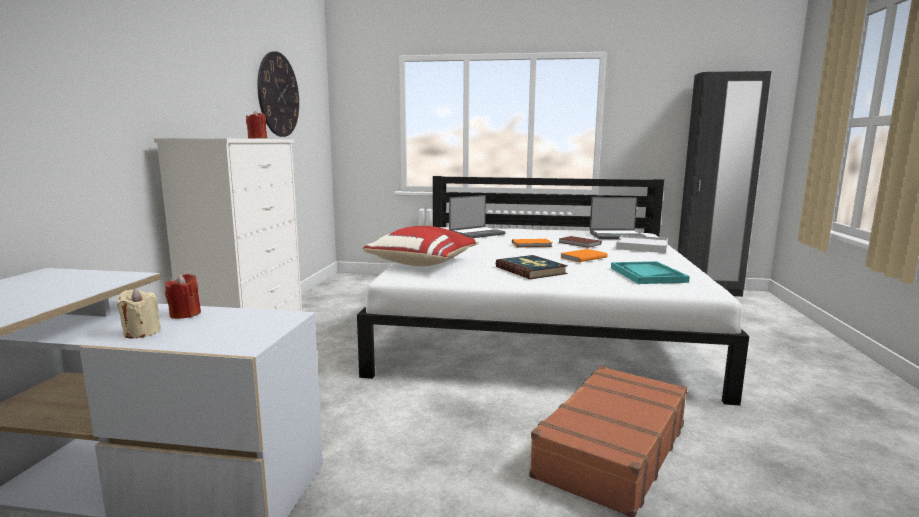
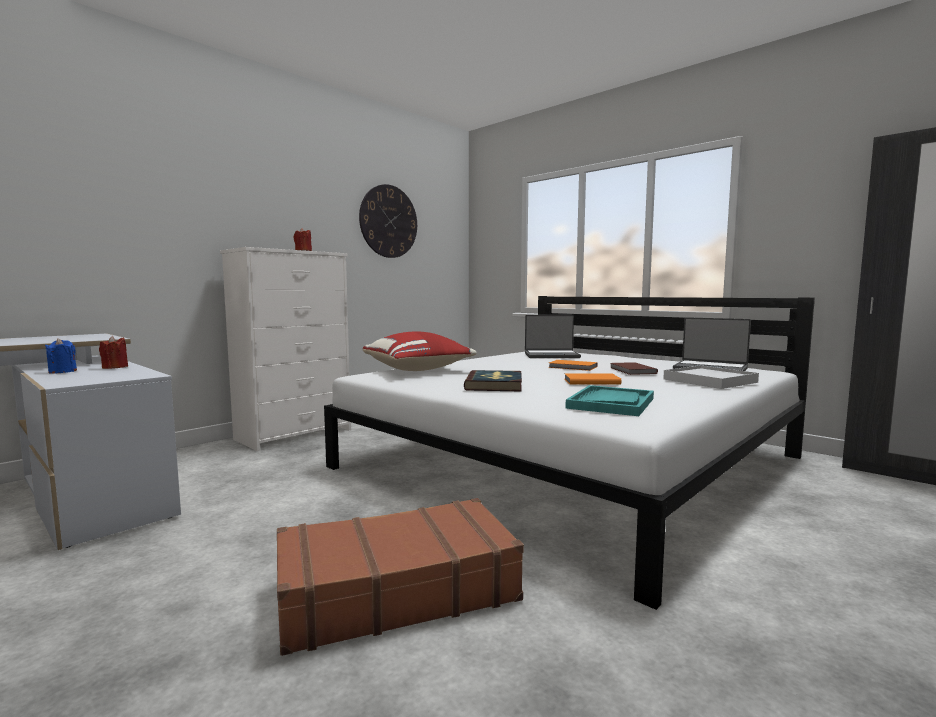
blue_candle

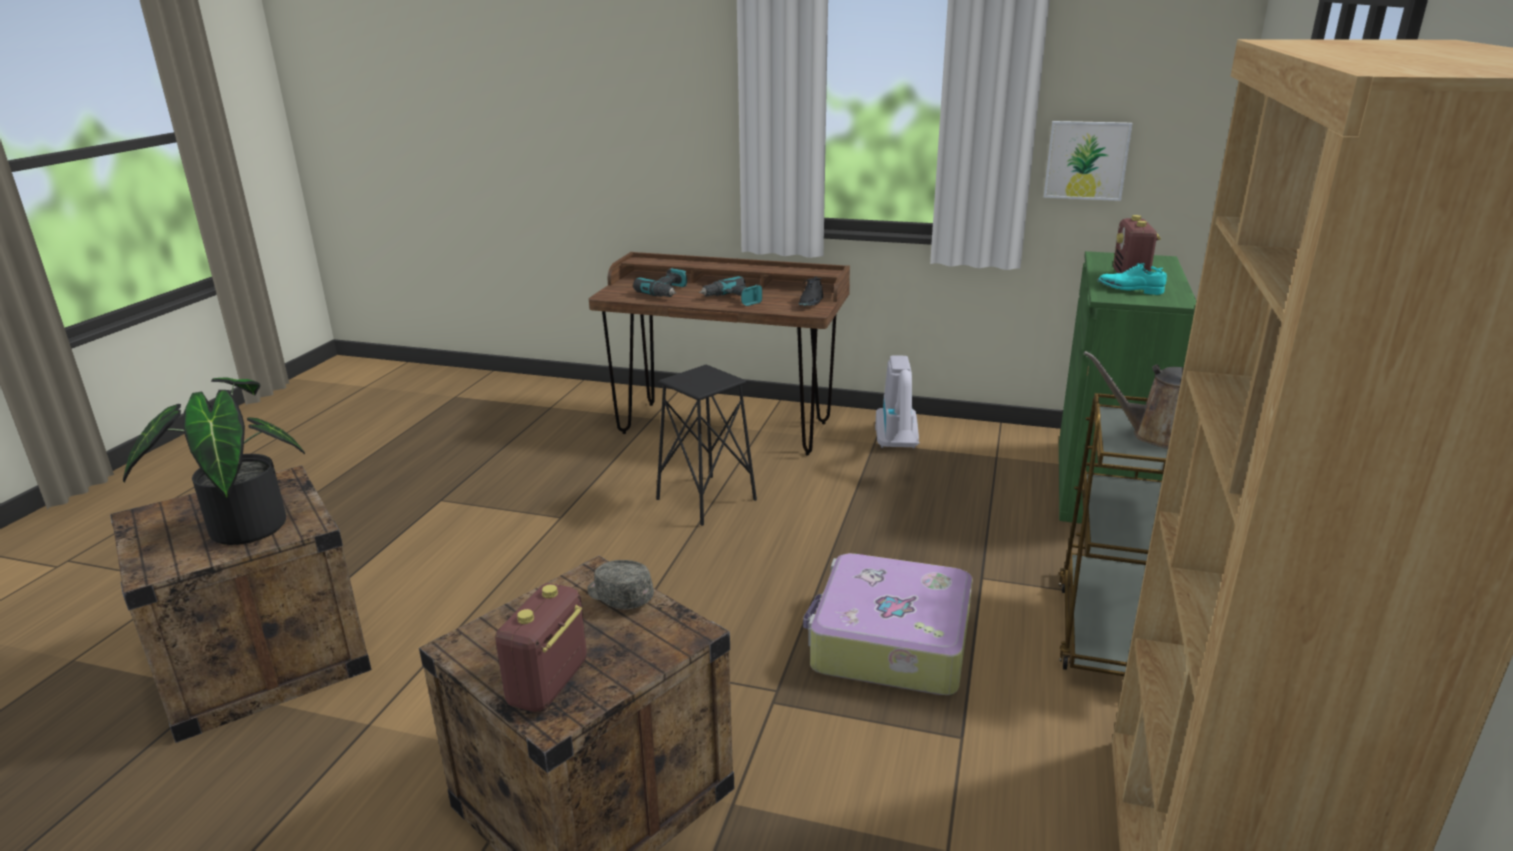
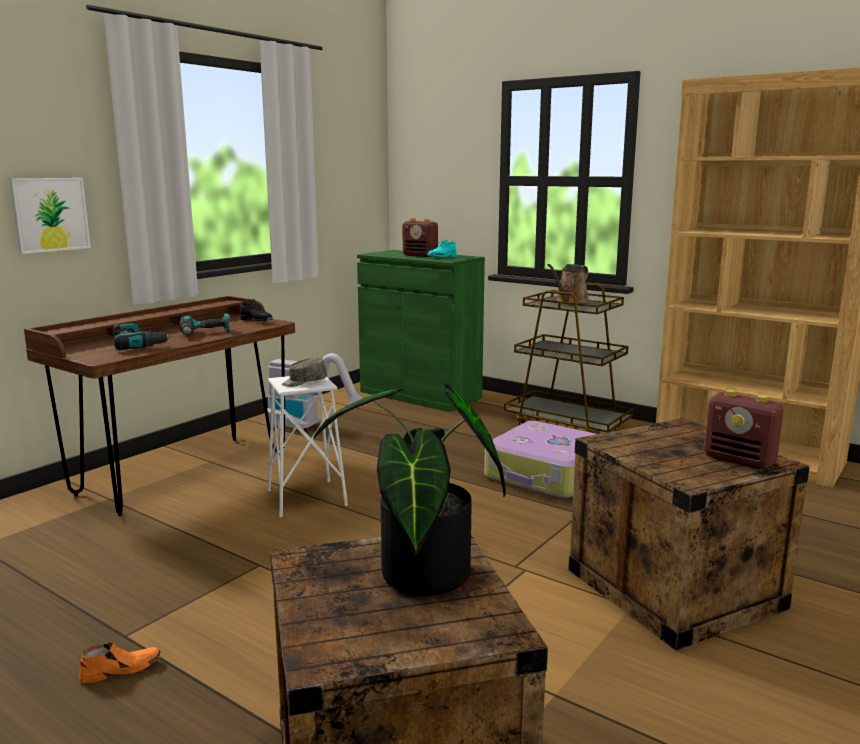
orange_shoe
grey_cap
picture
white_stool

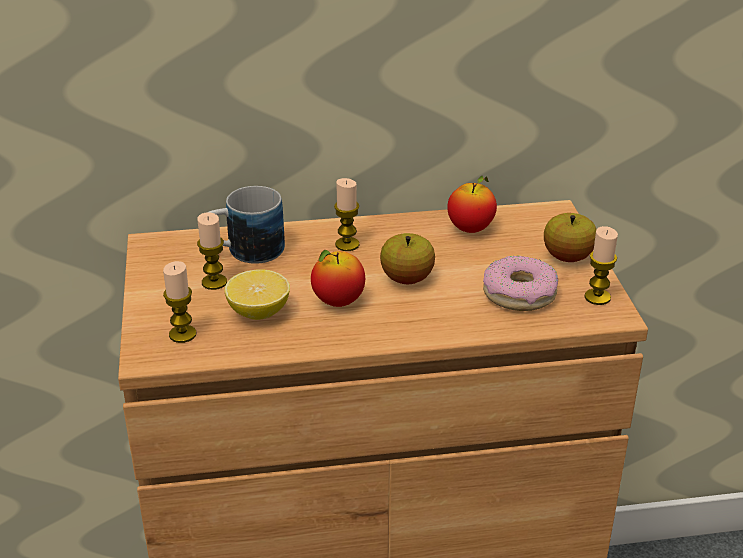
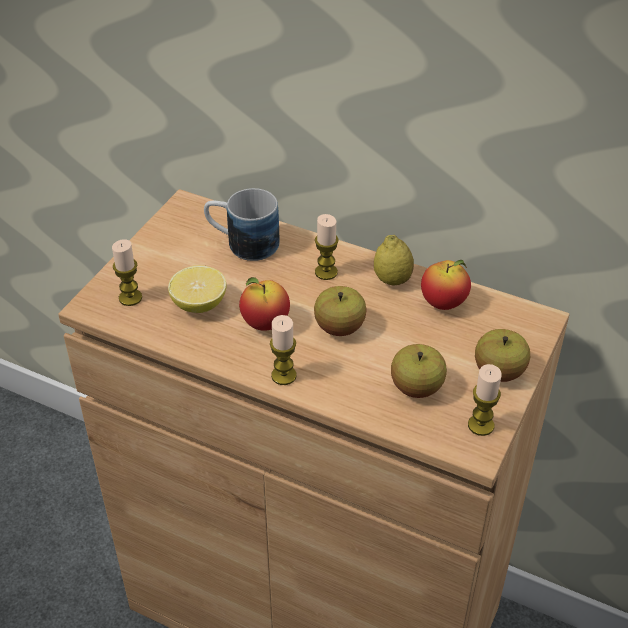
lemon (no. 2 from left)
candle (no. 2 from left)
apple (no. 3 from left)

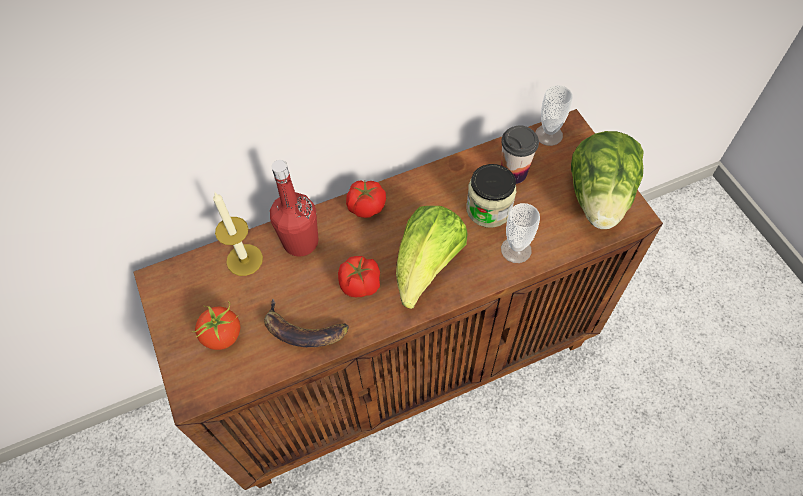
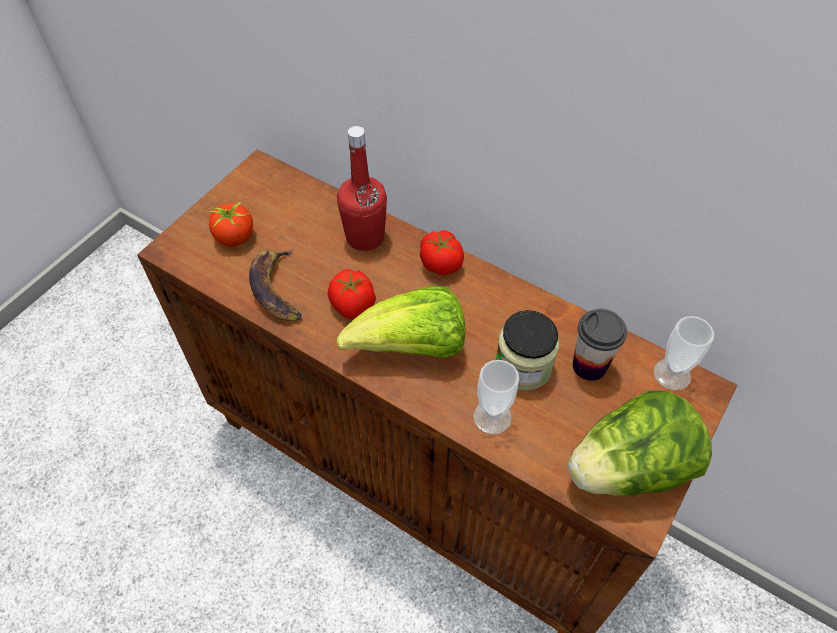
candle

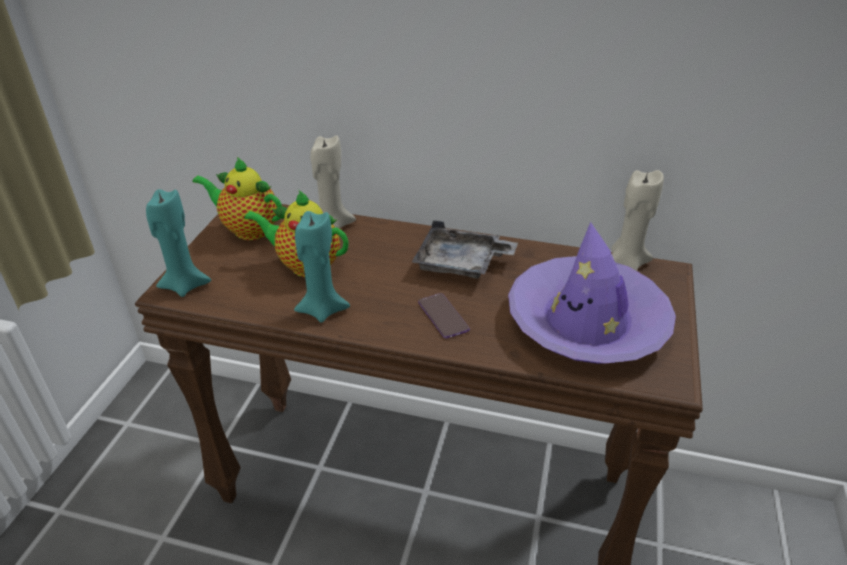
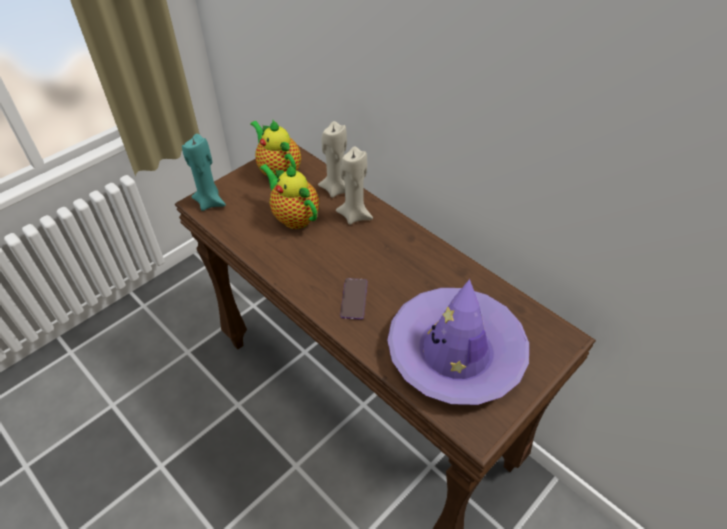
turquoise_candle (no. 2 from left in the first image)
grey_tray
beige_candle (no. 2 from left)

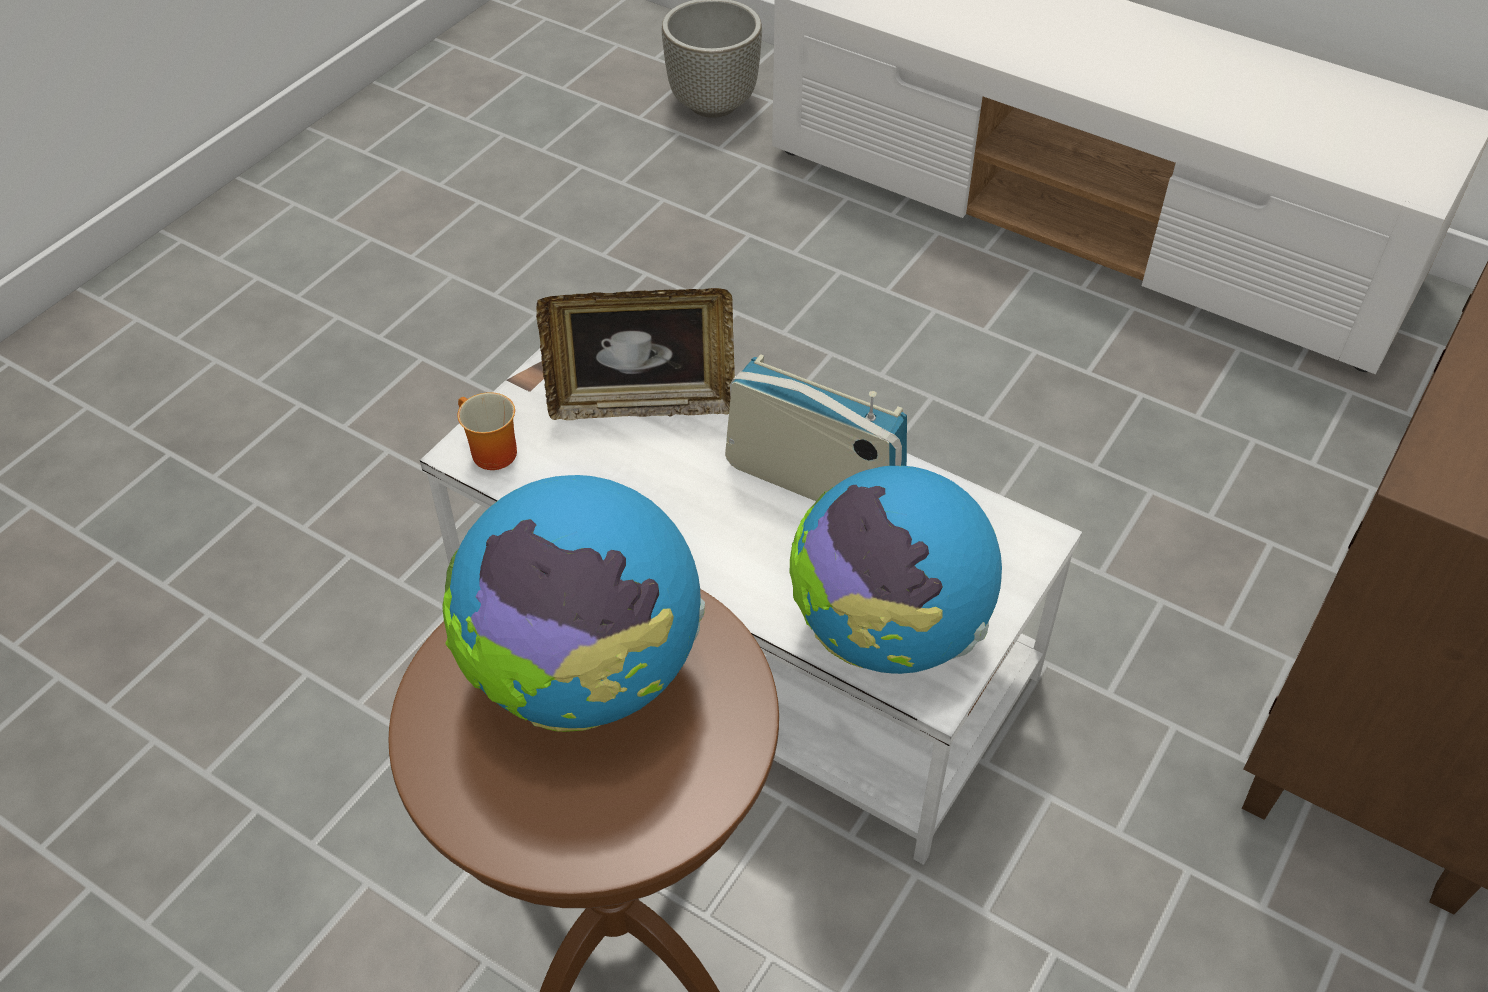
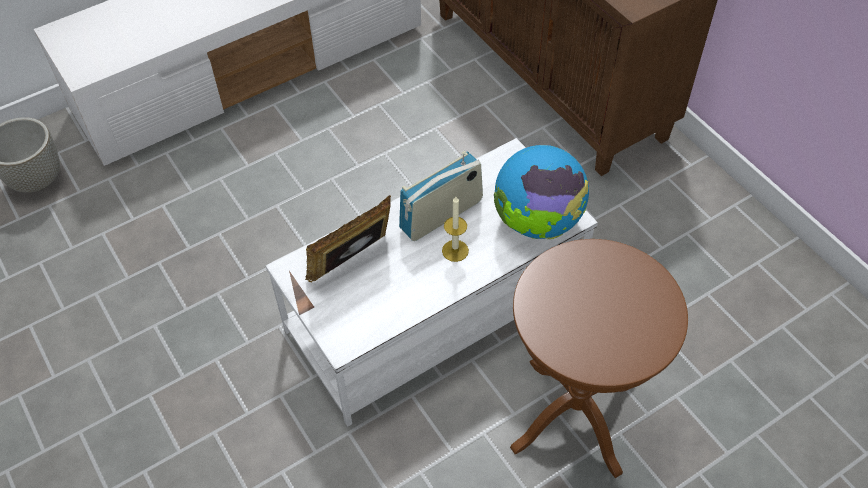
globe (no. 1 from left in the first image)
mug
candle
picture_frame

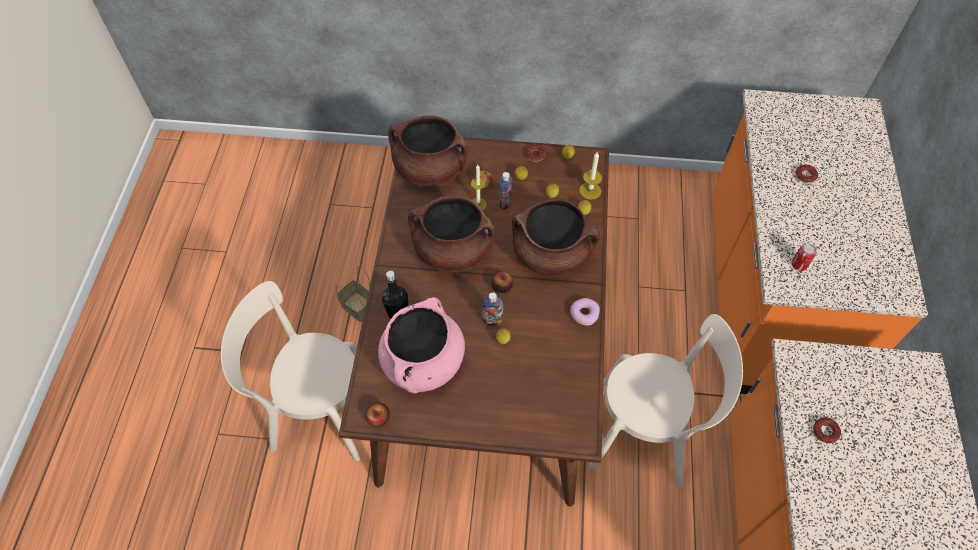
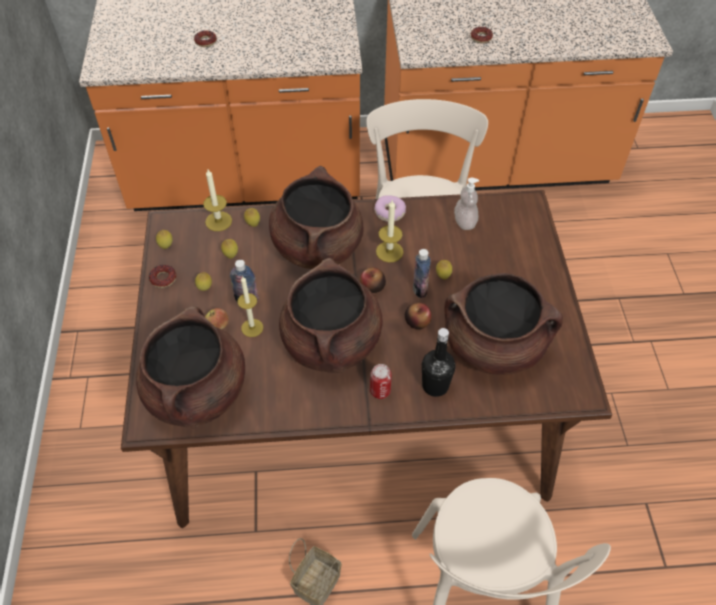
candle (no. 3 from left)
soap_dispenser
apple (no. 3 from left)
can
brown_cooking_pot (no. 4 from left)

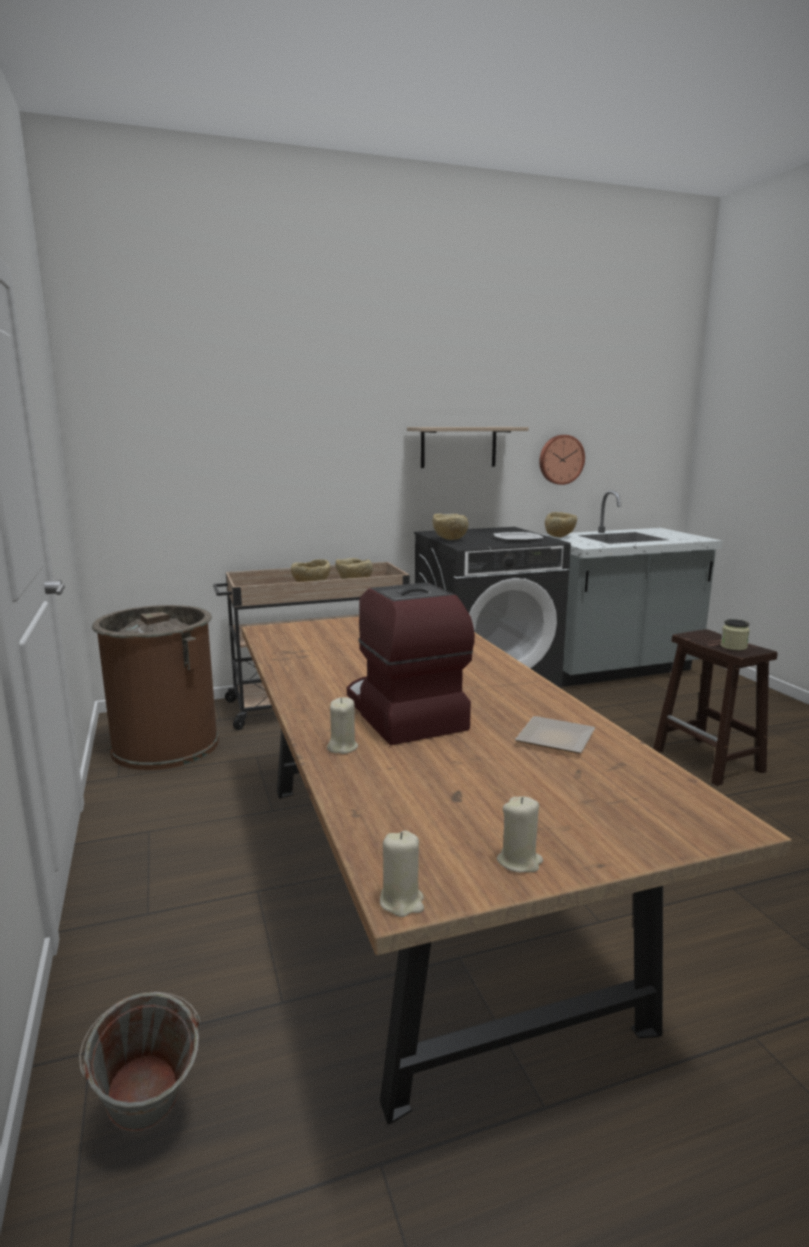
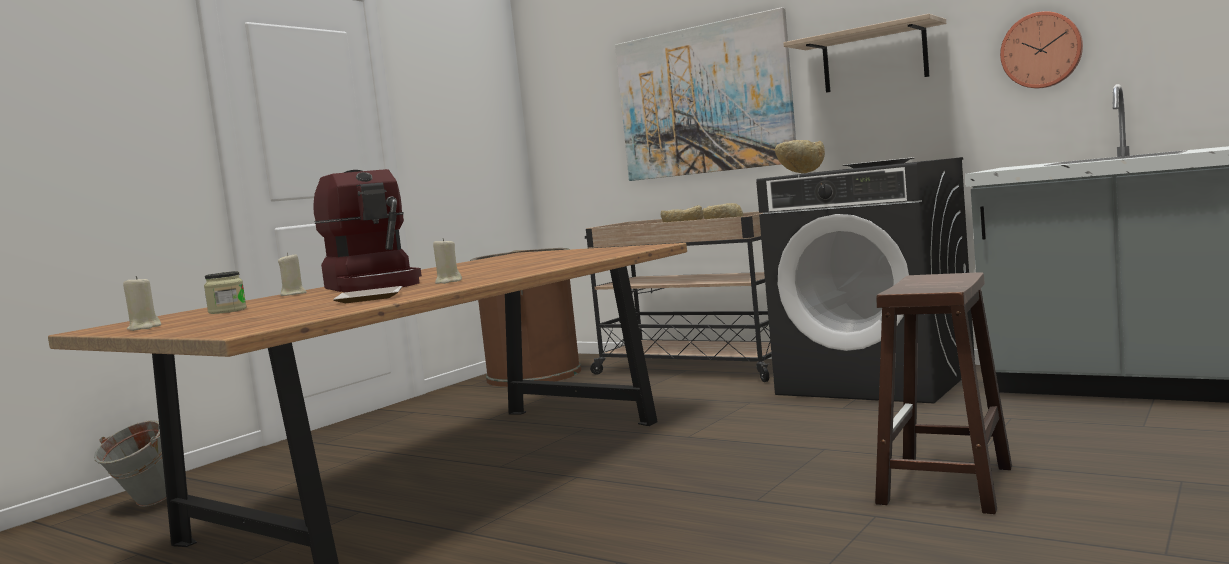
beige_bowl (no. 4 from left in the first image)
picture
beige_candle (no. 3 from left)
jar
coffee_machine

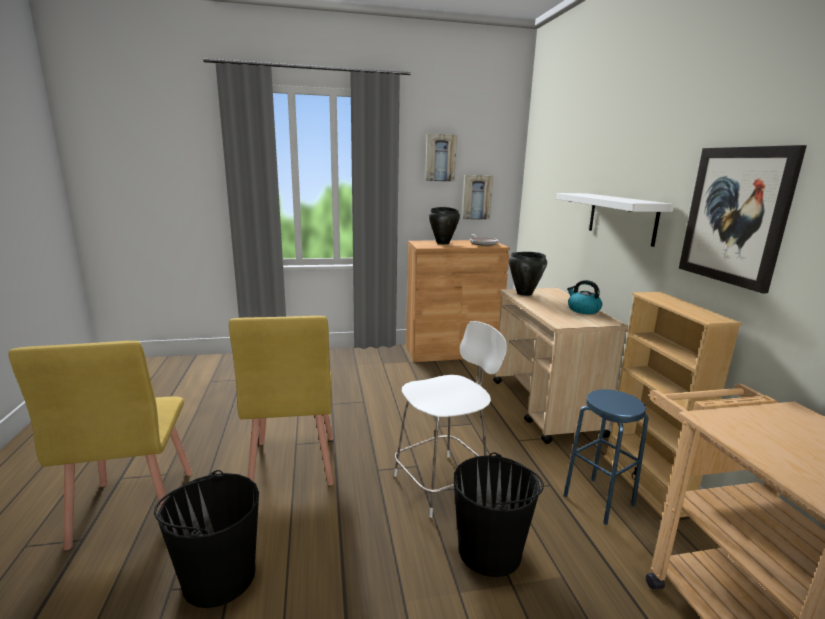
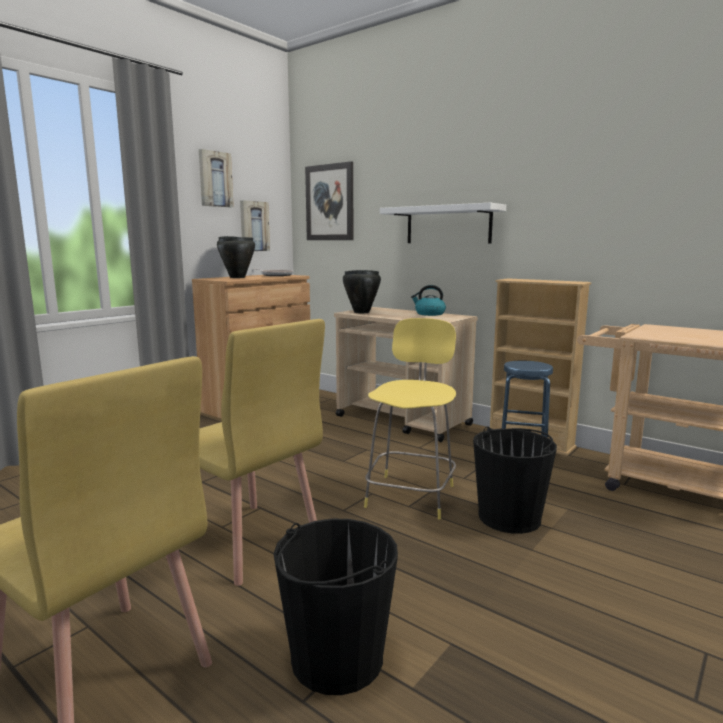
picture (no. 3 from left)
yellow_stool

